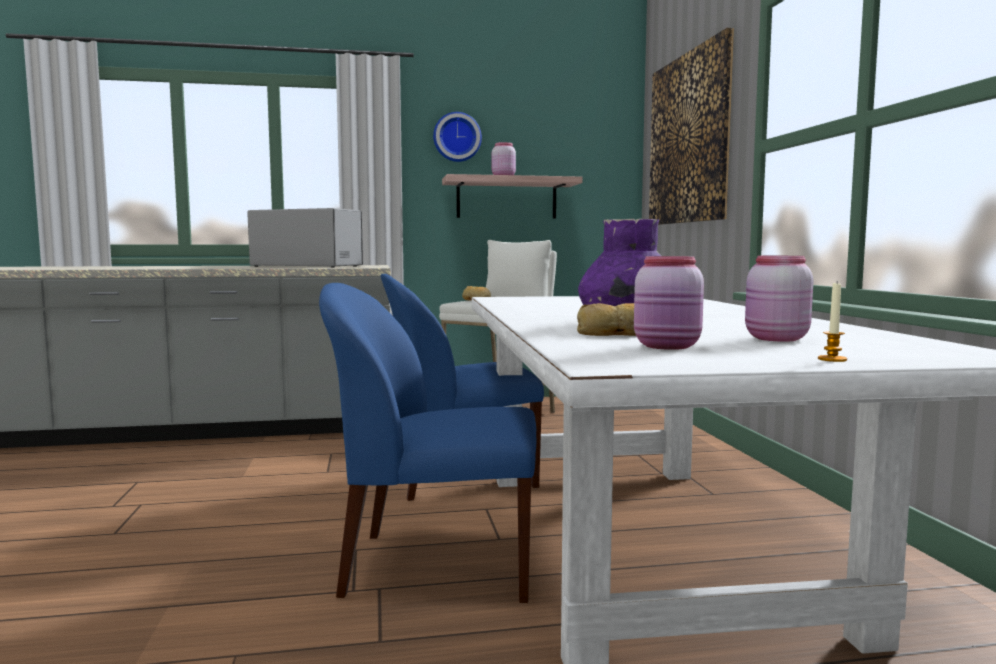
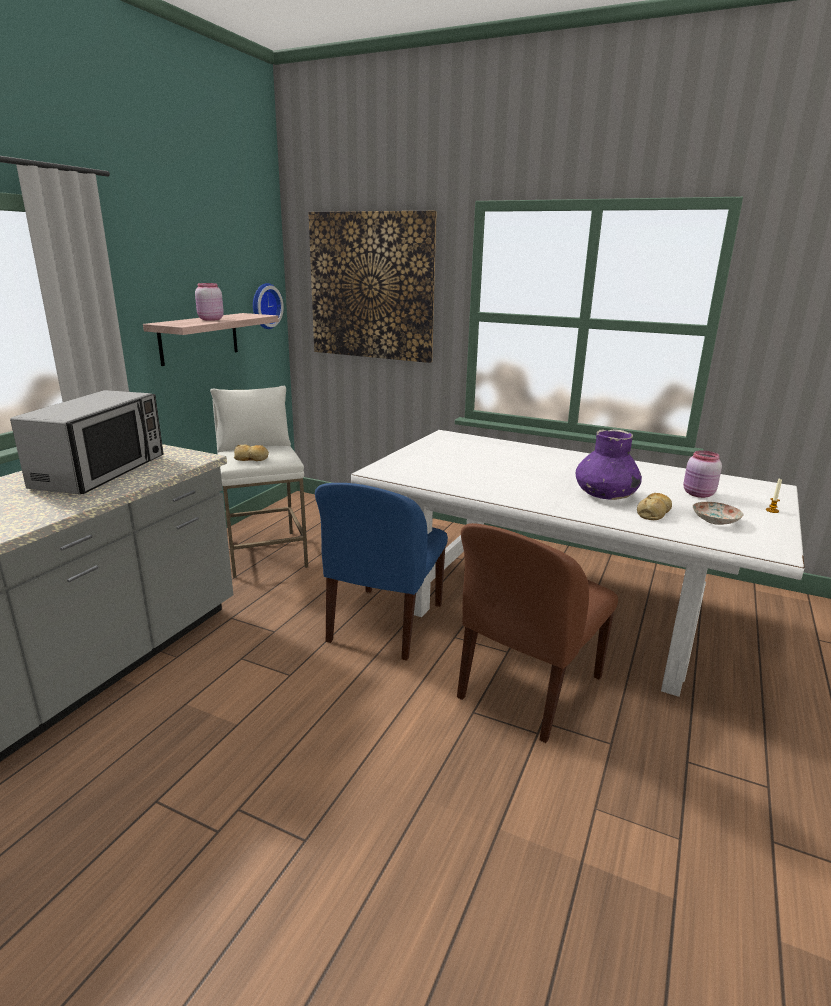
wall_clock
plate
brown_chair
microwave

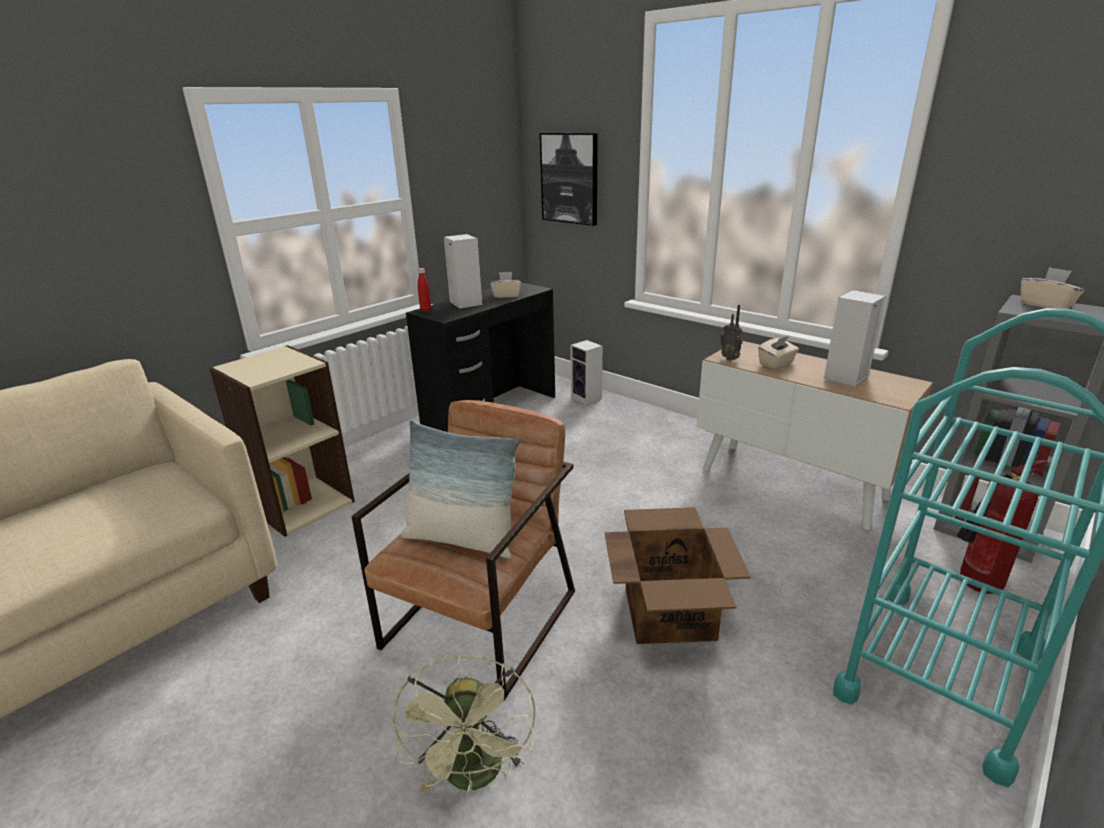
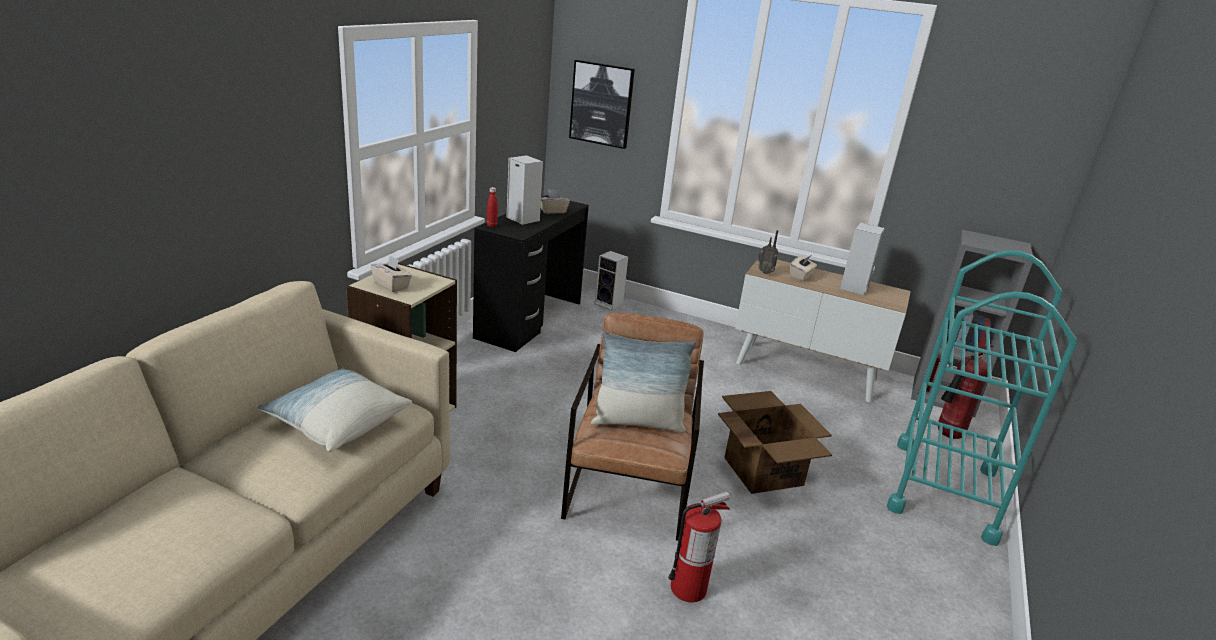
pillow (no. 1 from left)
beige_tissue_box (no. 1 from left)
fire_extinguisher (no. 1 from left)

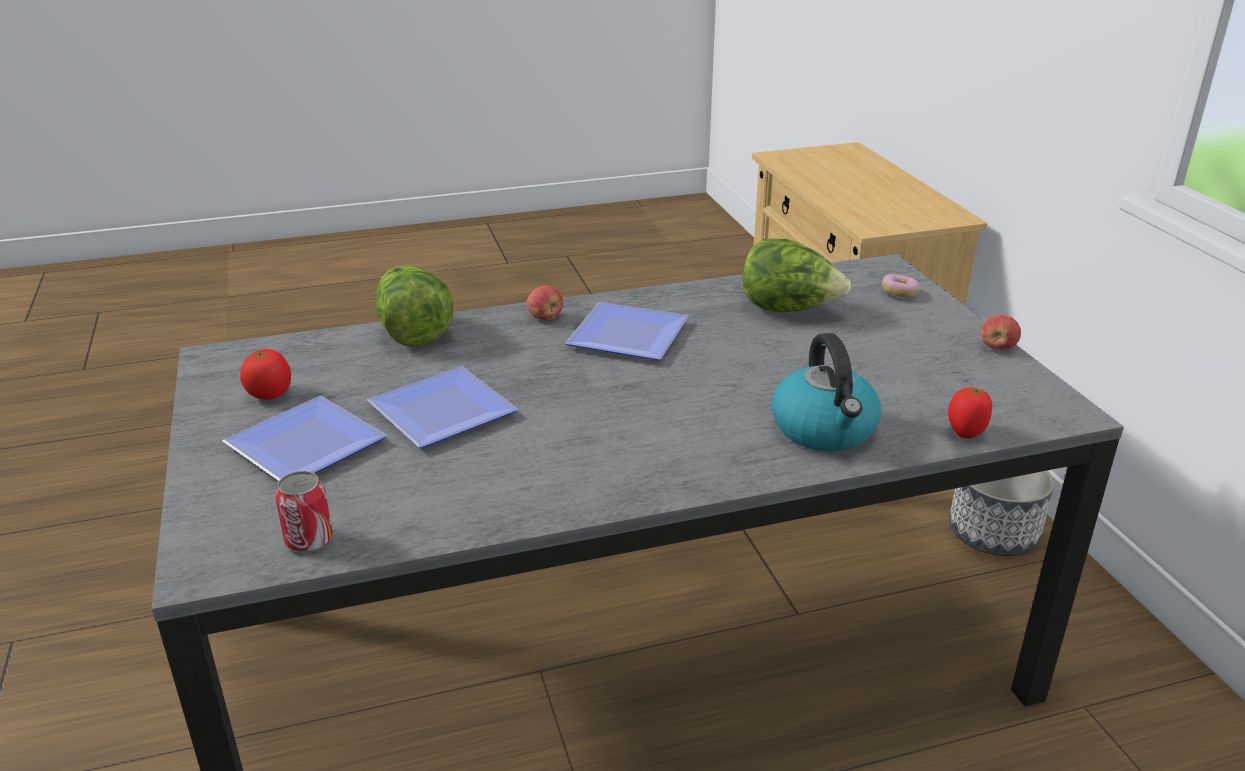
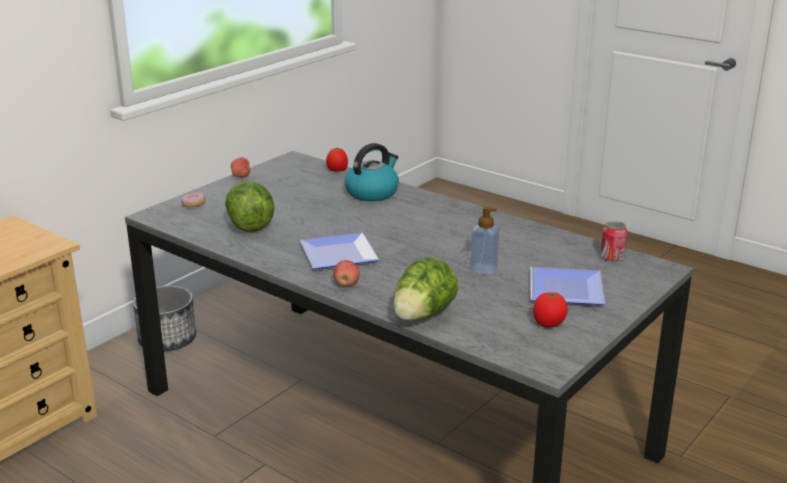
soap_dispenser

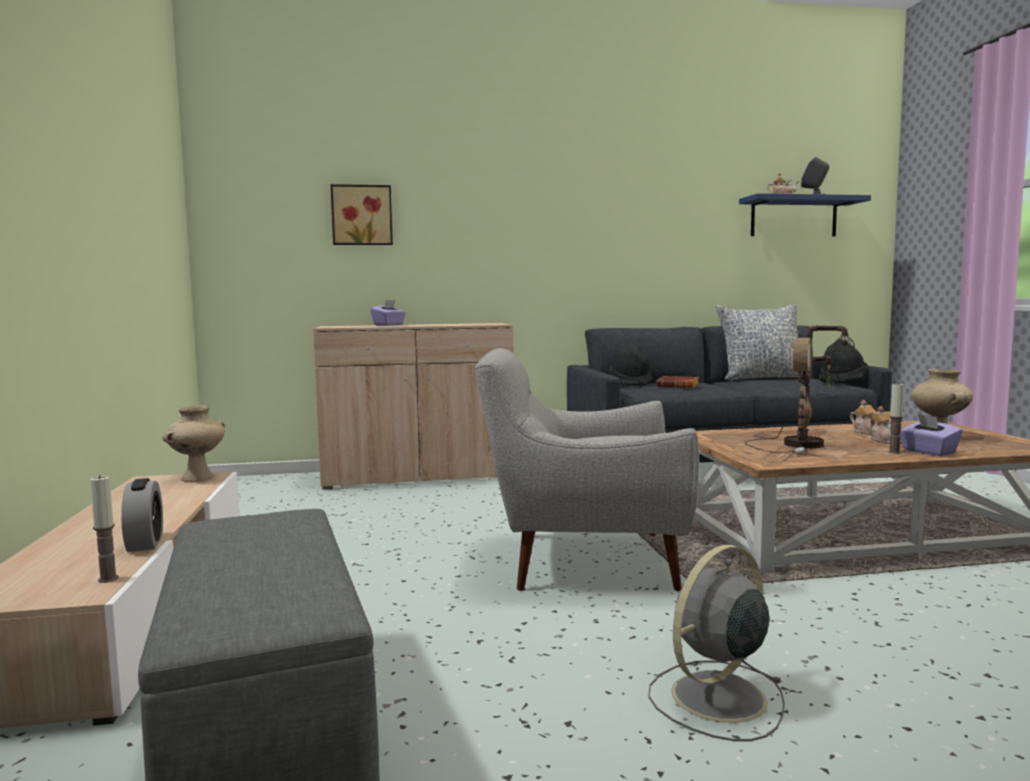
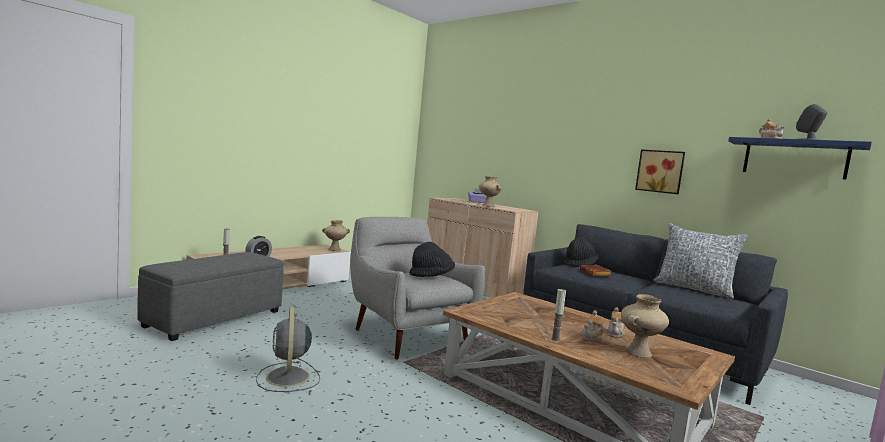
table_lamp
purple_tissue_box (no. 2 from left in the first image)
beige_vase (no. 2 from left)
picture
black_hat (no. 1 from left)
grey_fan

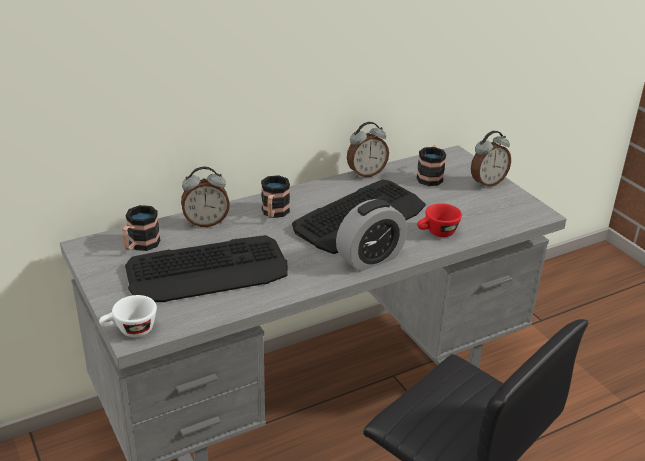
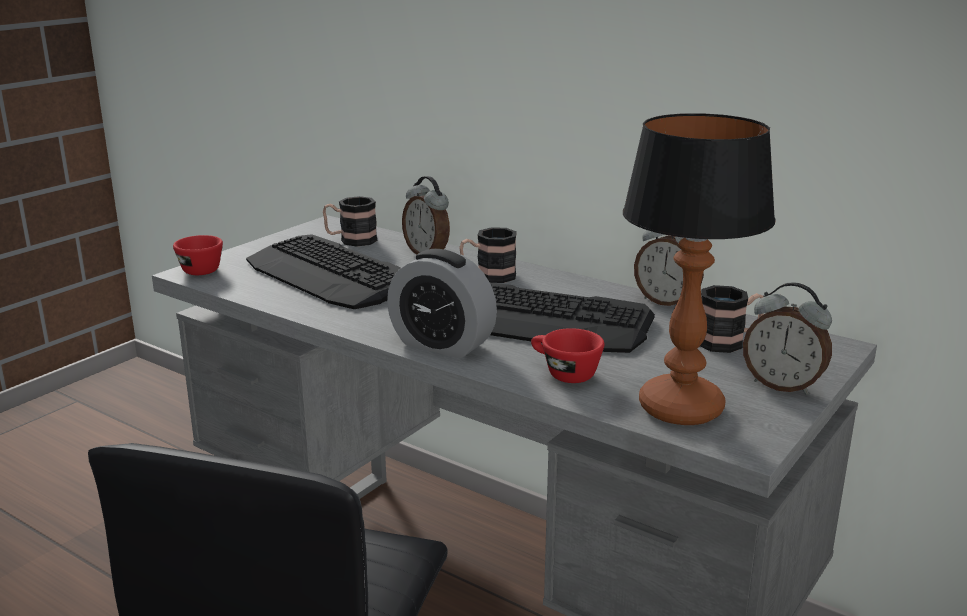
table_lamp
red_cup (no. 1 from left)

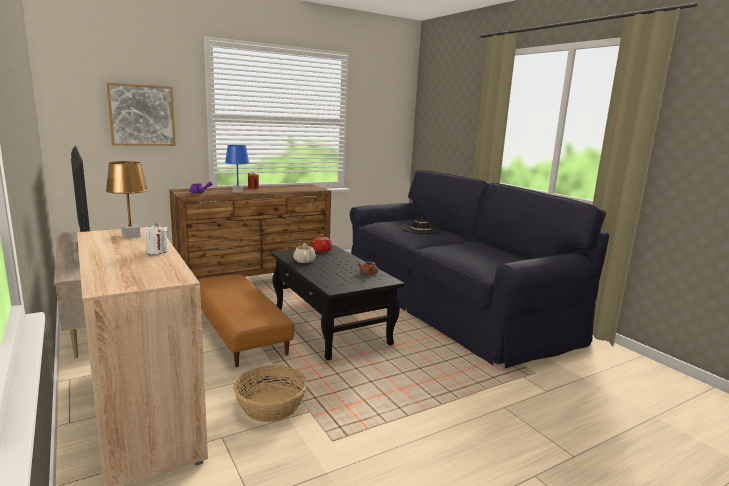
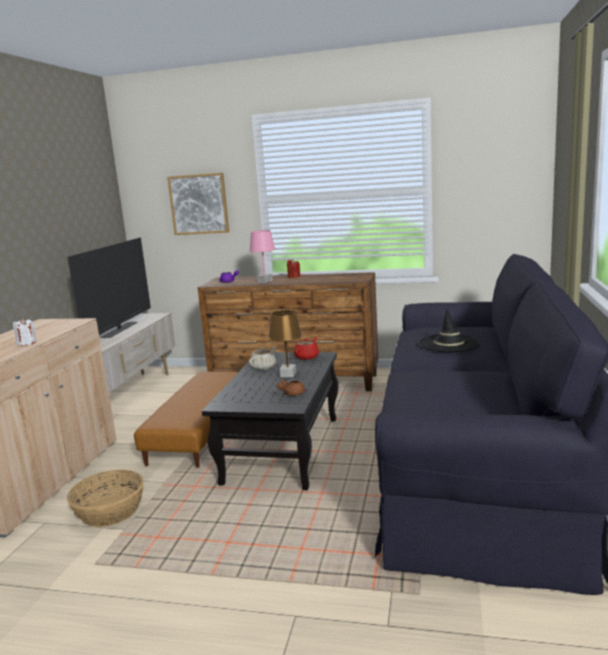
brown_table_lamp
pink_table_lamp

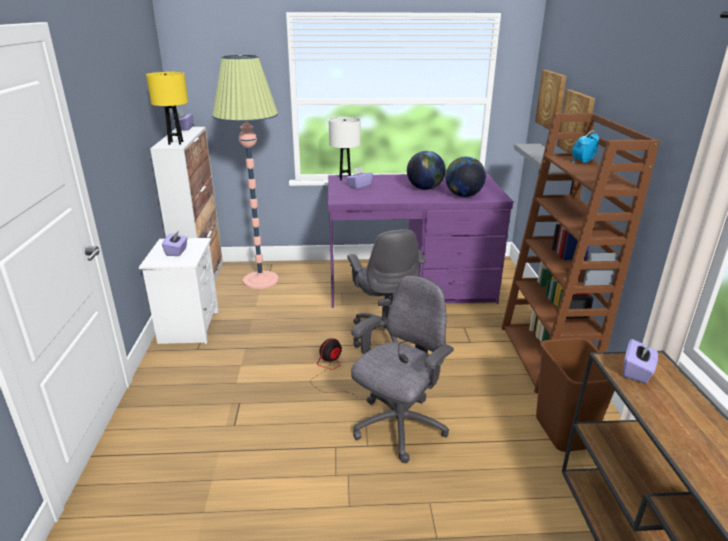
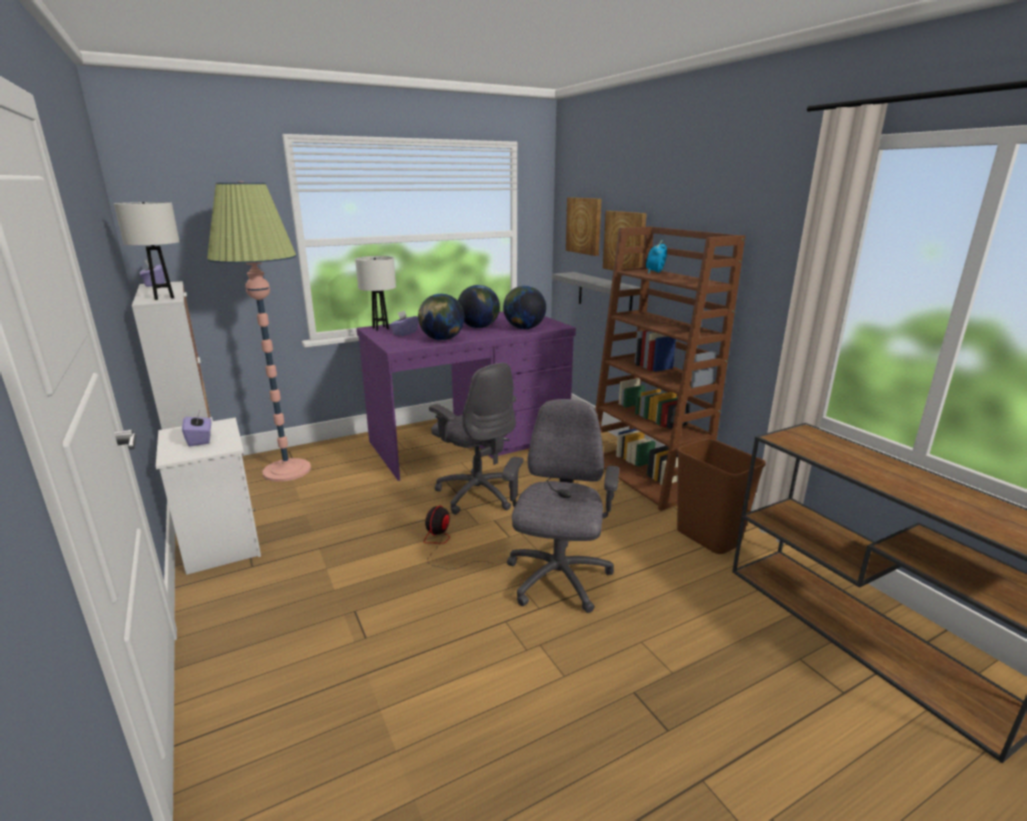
purple_tissue_box (no. 4 from left in the first image)
globe (no. 1 from left)
white_table_lamp (no. 1 from left)

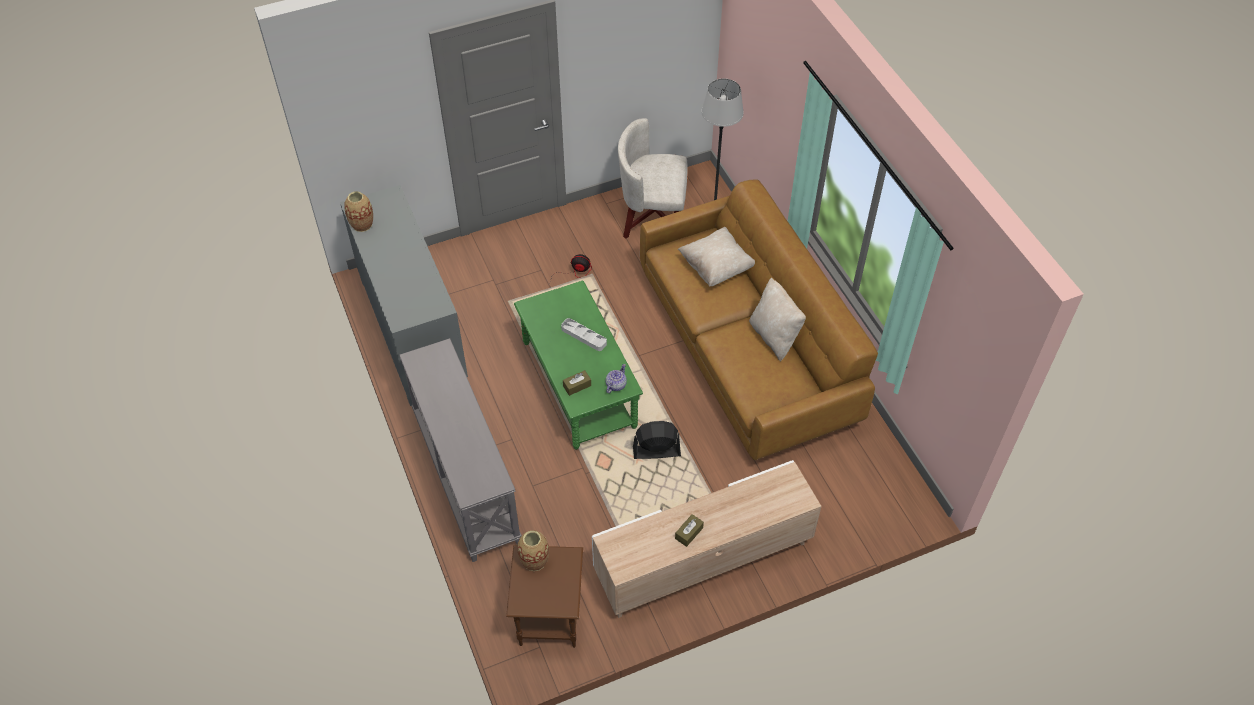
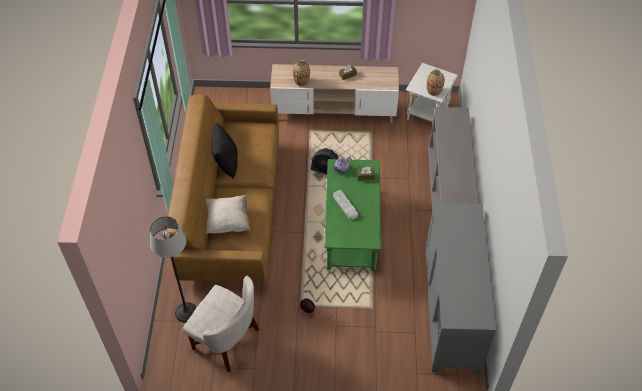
vase (no. 1 from left)
white_side_table
black_pillow

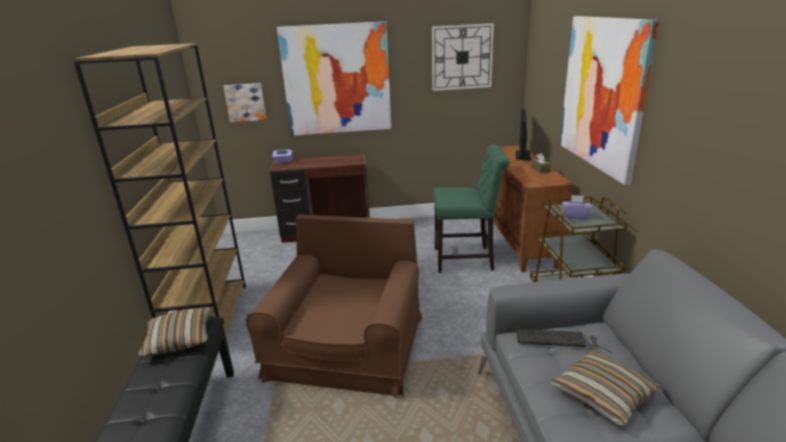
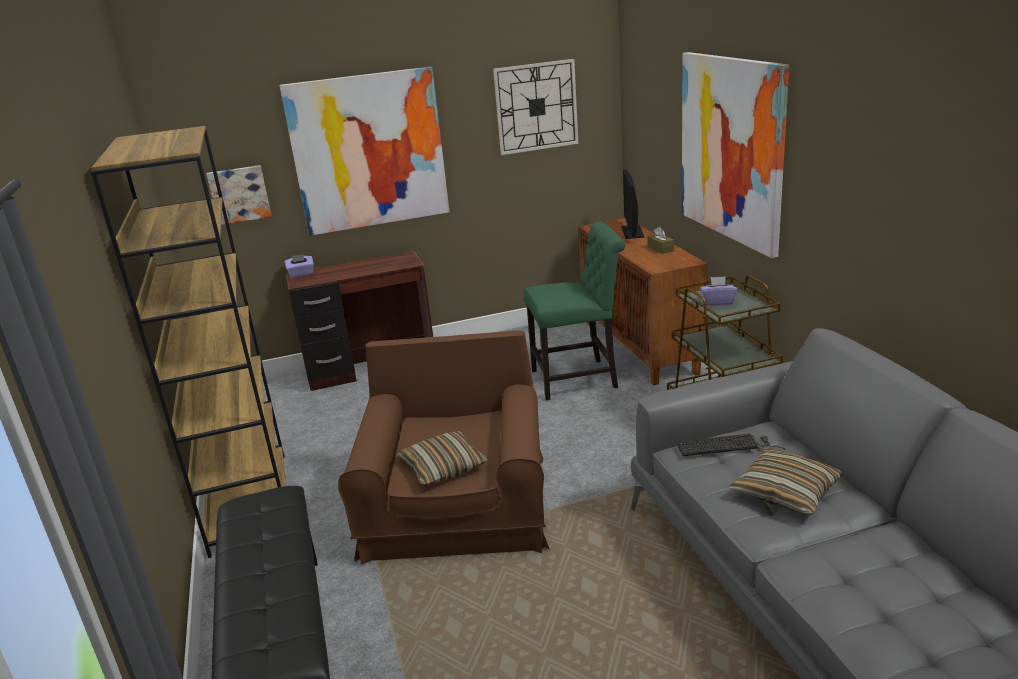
pillow (no. 1 from left)

